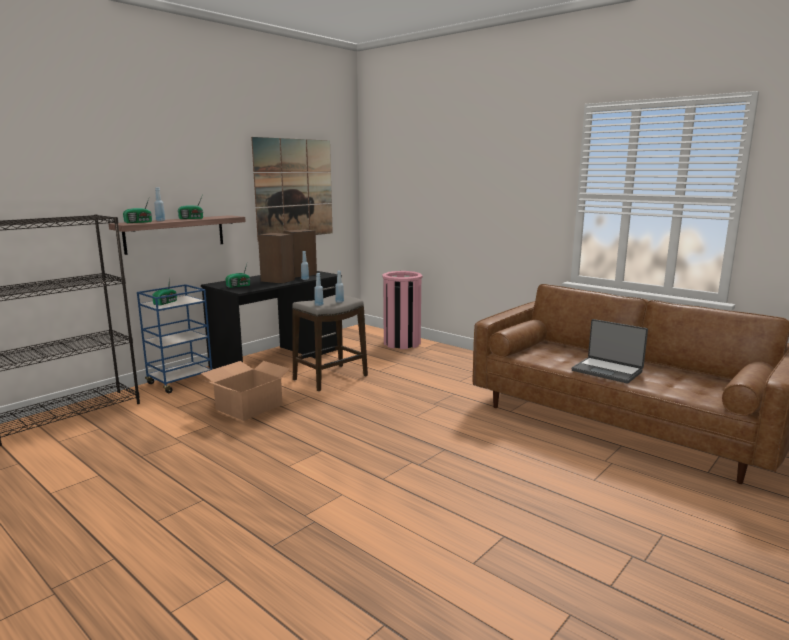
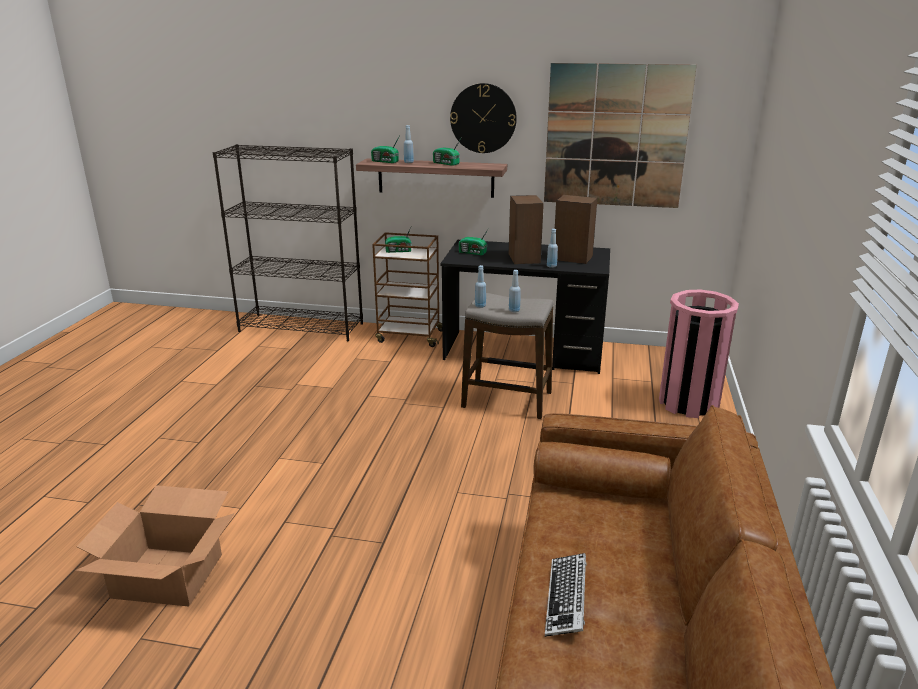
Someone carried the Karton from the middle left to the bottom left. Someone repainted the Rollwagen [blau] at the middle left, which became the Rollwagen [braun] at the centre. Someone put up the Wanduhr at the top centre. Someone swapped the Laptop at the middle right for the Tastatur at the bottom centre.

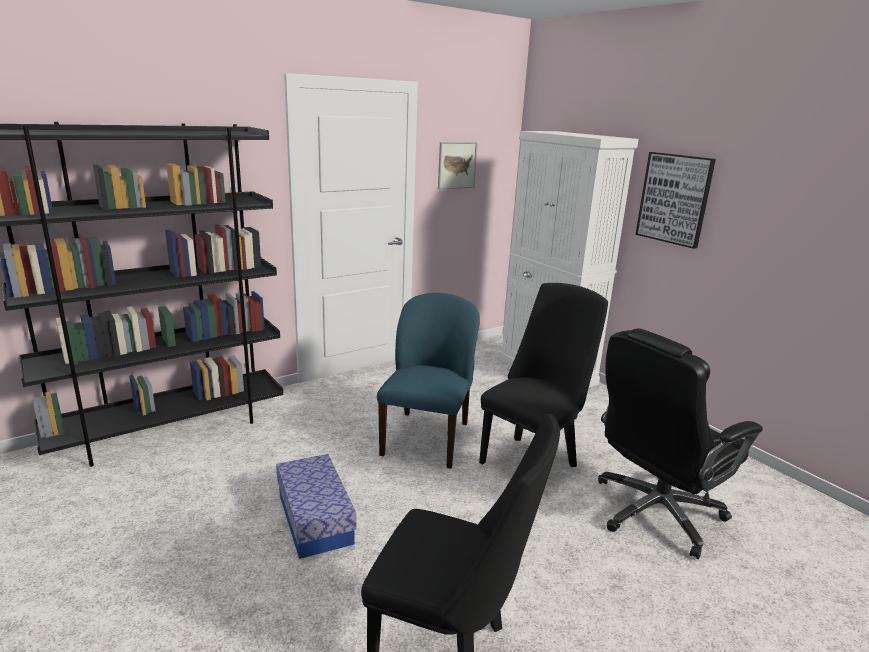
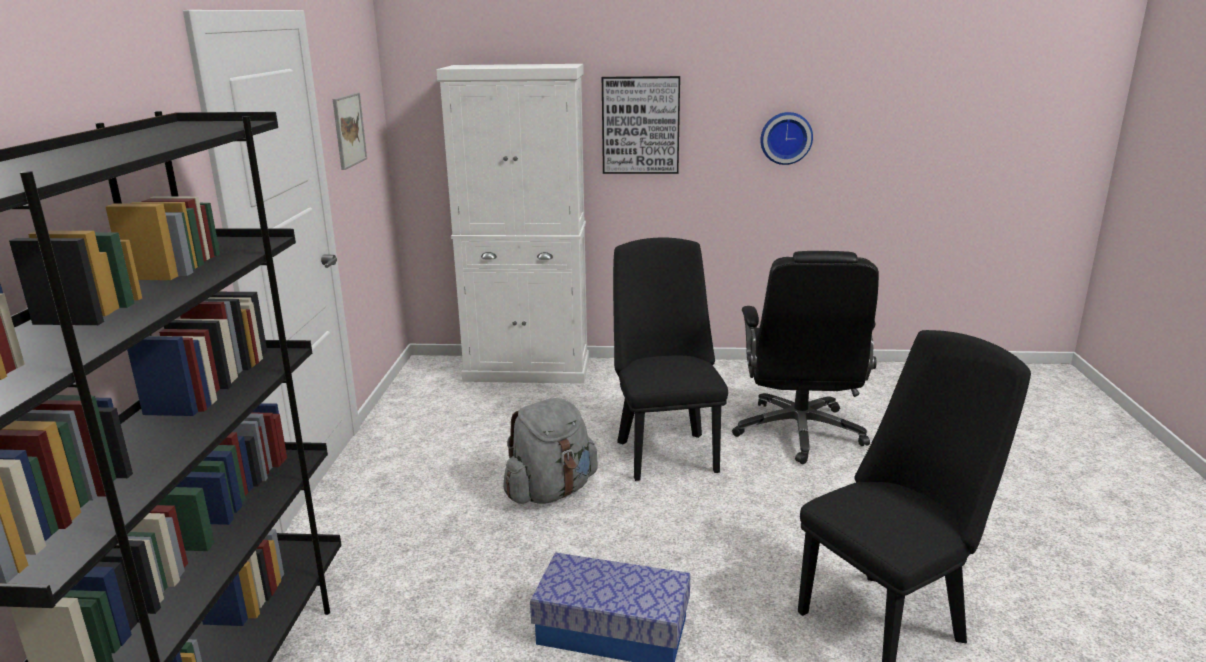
Someone swapped the Stuhl [blau] at the centre for the Rucksack [grau] at the bottom centre. Someone put up the Wanduhr at the top centre.

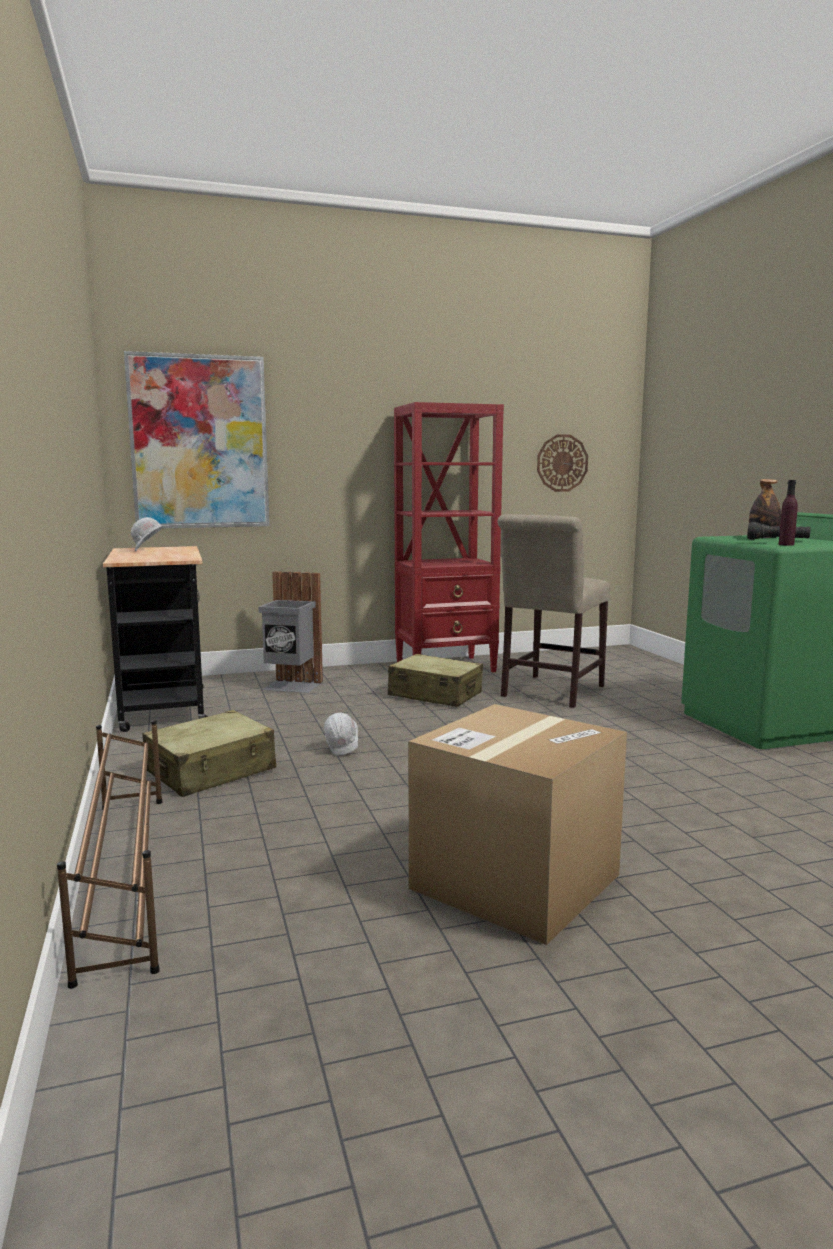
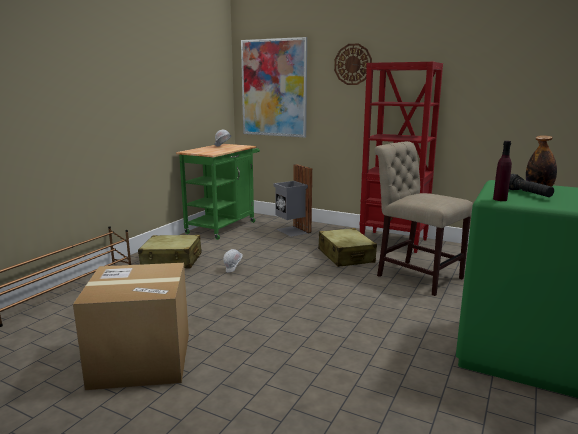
Someone repainted the Rollwagen [schwarz] at the middle left, which became the Rollwagen [grün] at the centre. Someone carried the Wanduhr from the middle right to the top centre. Someone rotated the Stuhl [beige] at the centre by 60 degrees clockwise.

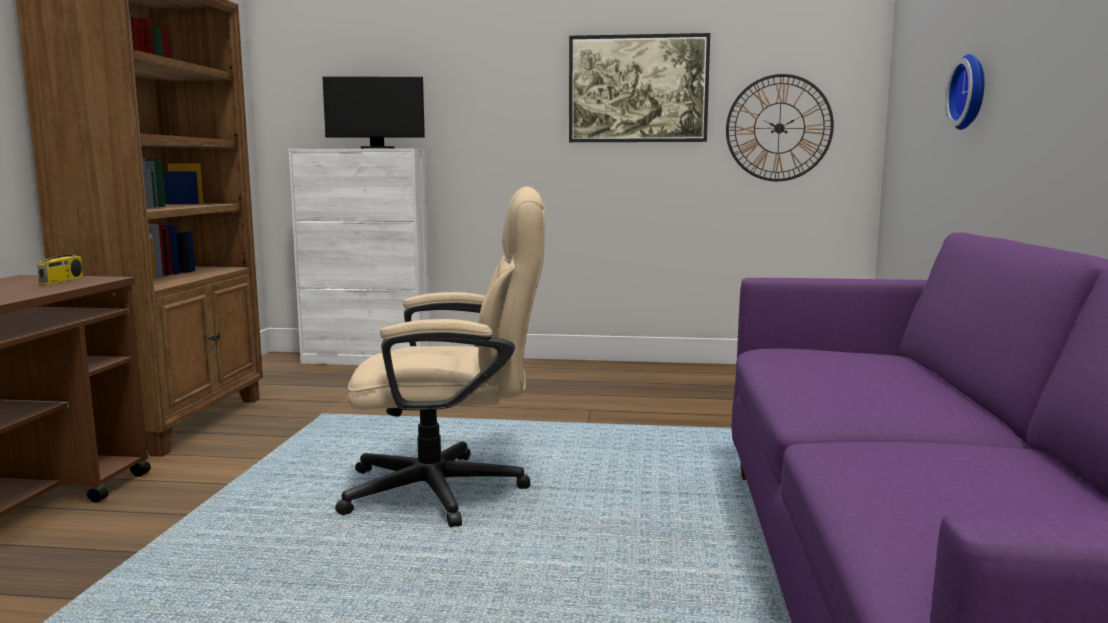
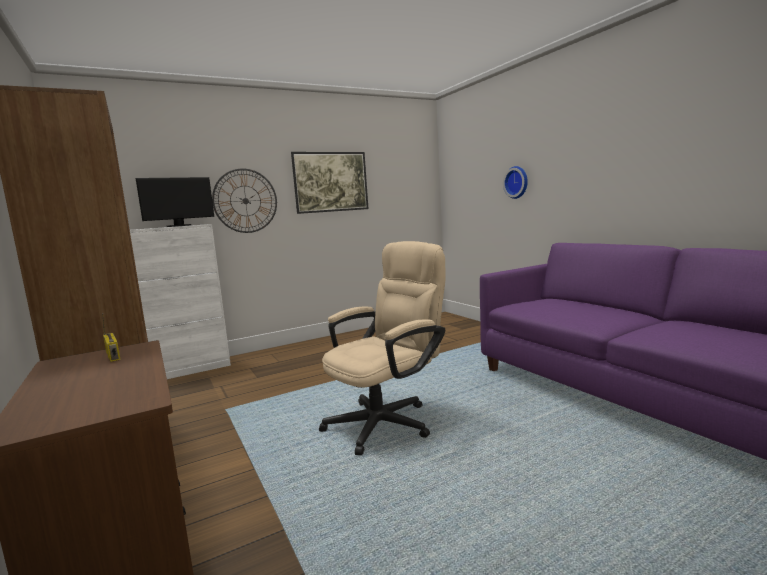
Someone carried the Wanduhr (1st from left) from the top right to the middle left.

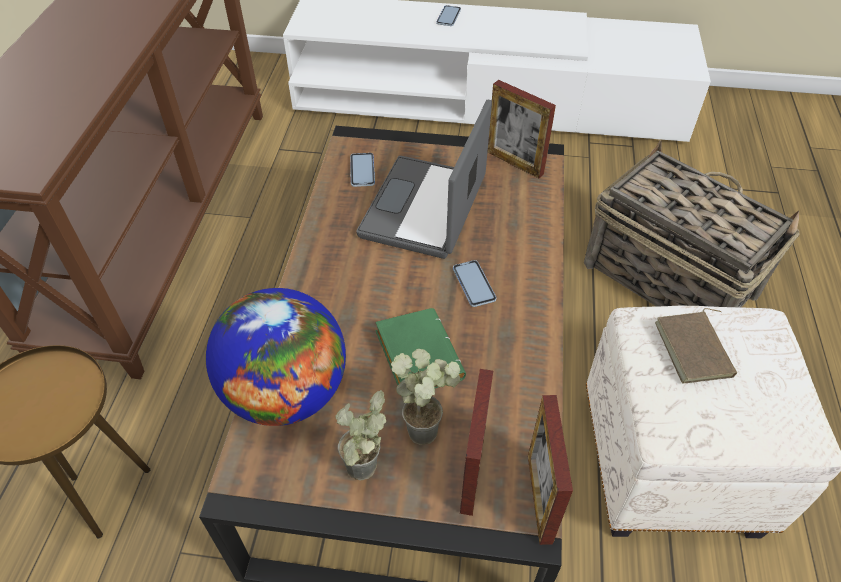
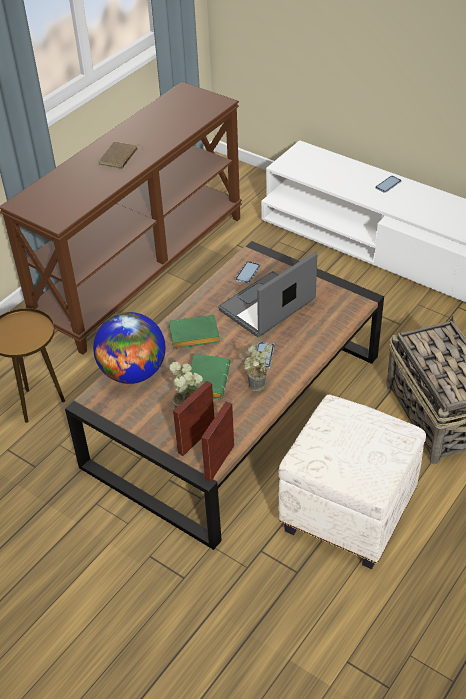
Someone carried the Buch [braun] from the middle right to the top left. Someone put down the Buch [grün] (1st from left) at the centre. Someone carried the Topfpflanze (1st from left in the first image) from the bottom centre to the centre. Someone took away the Bilderrahmen (2nd from left) at the top centre.

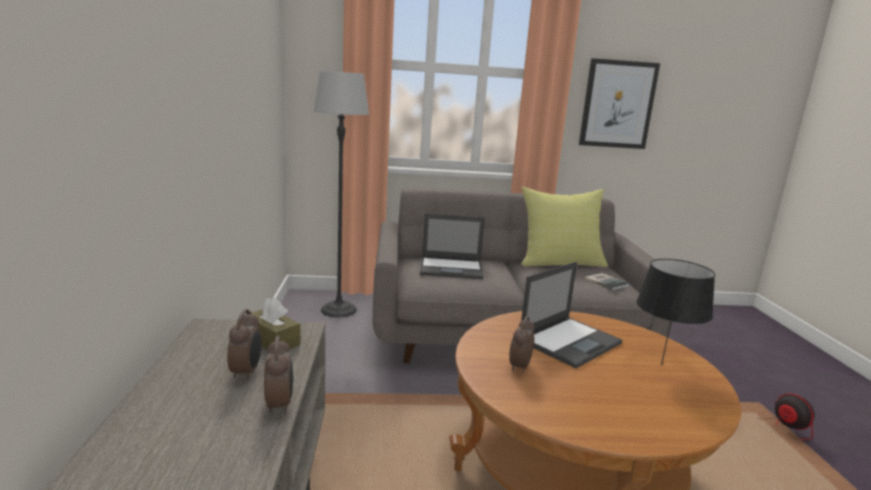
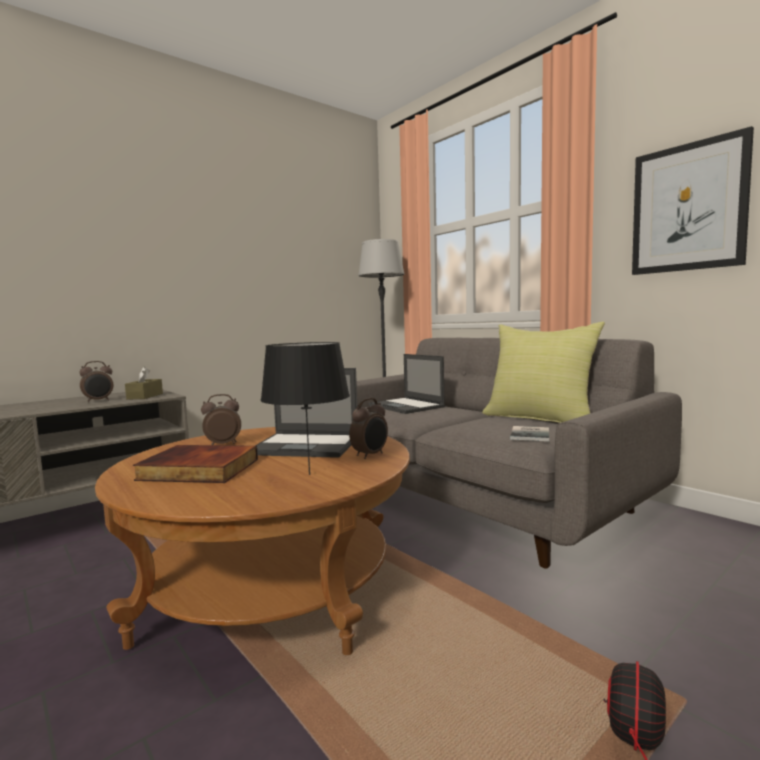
Someone put down the Buch (1st from left) at the middle left. Someone carried the Wecker (2nd from left in the first image) from the bottom left to the centre.

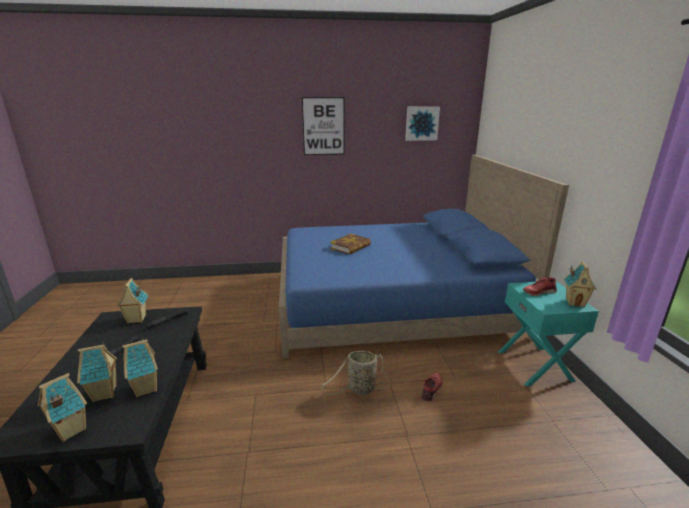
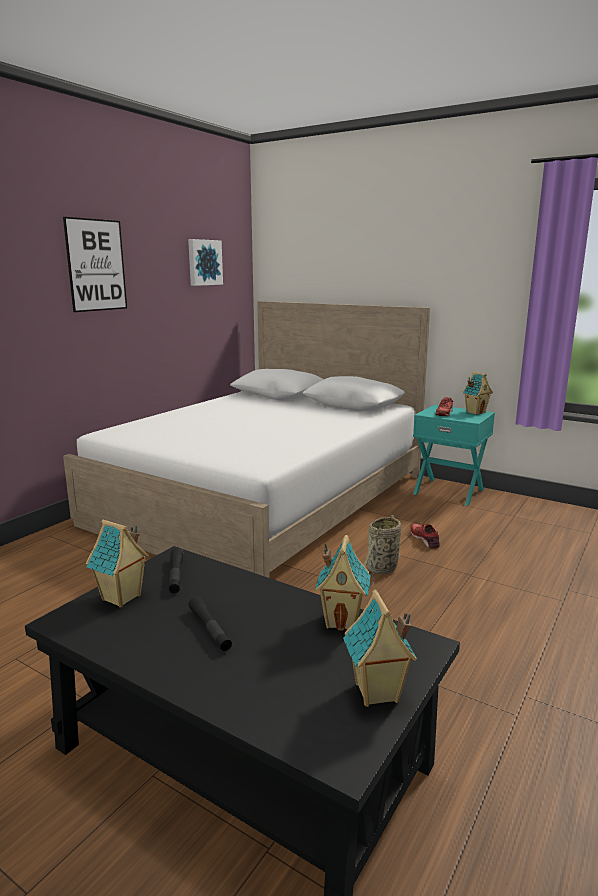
Someone repainted the Bett [blau] at the centre, which became the Bett [weiß] at the centre. Someone took away the Spielzeughaus (2nd from left) at the bottom left. Someone took away the Buch at the centre.

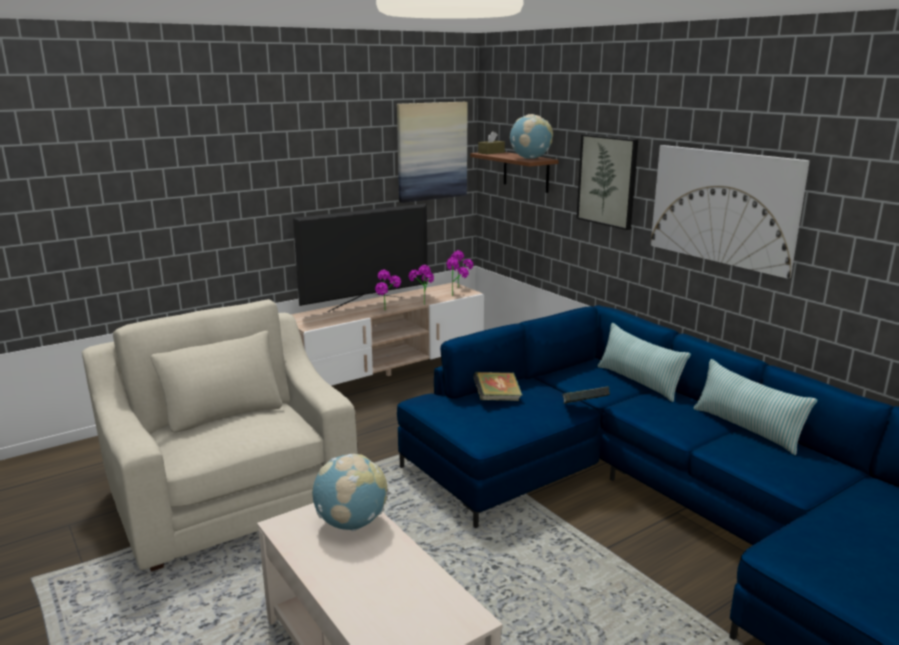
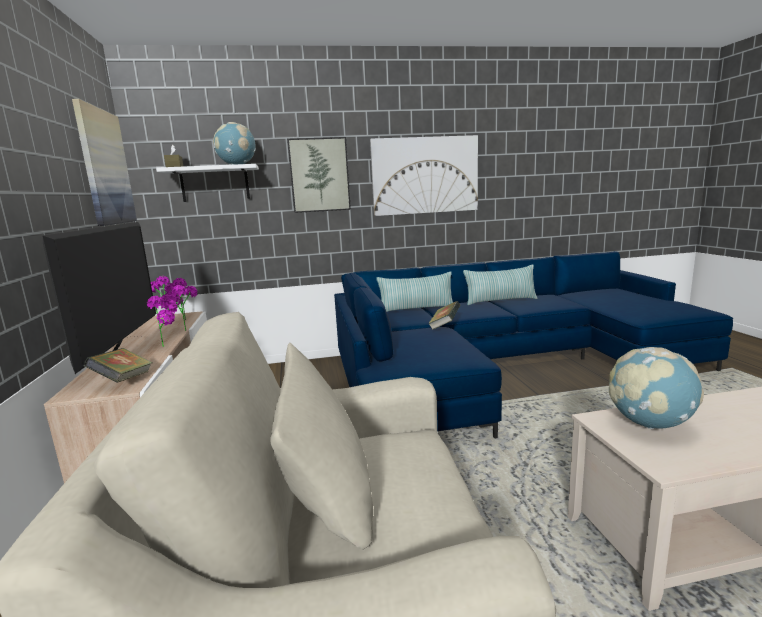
Someone carried the Buch (1st from left) from the centre to the middle left. Someone repainted the Wandregal [braun] at the top centre, which became the Wandregal [weiß] at the top left.

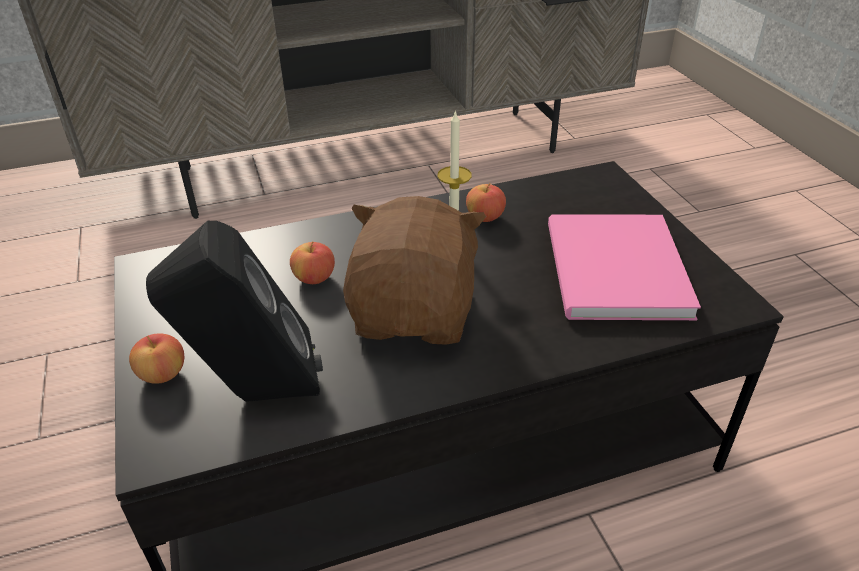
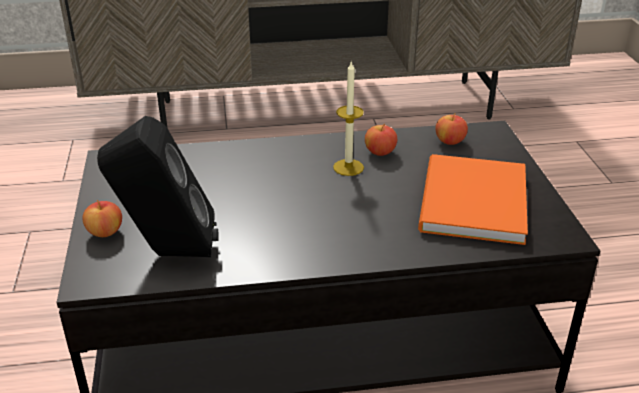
Someone repainted the Buch [rosa] at the middle right, which became the Buch [orange] at the middle right. Someone carried the Apfel (2nd from left in the first image) from the centre to the top right. Someone took away the Plüschtier [braun] at the centre.

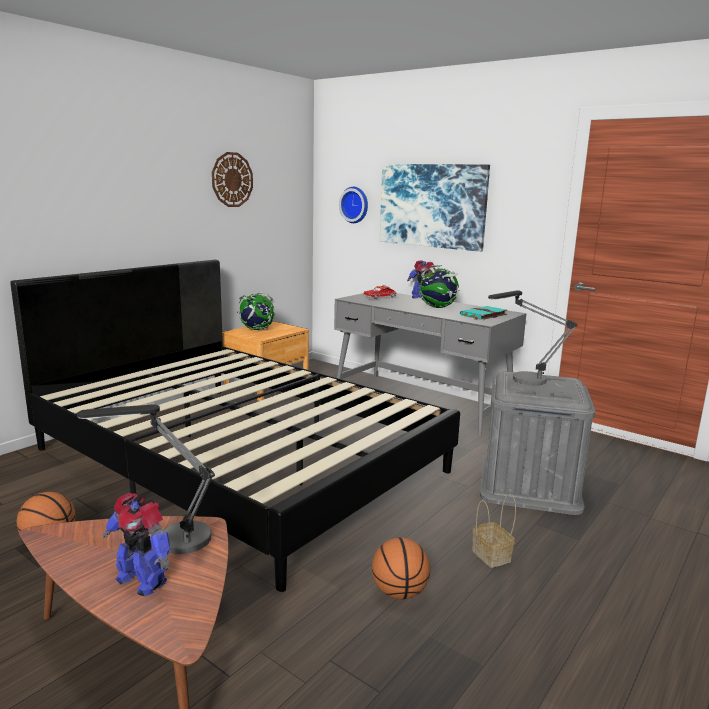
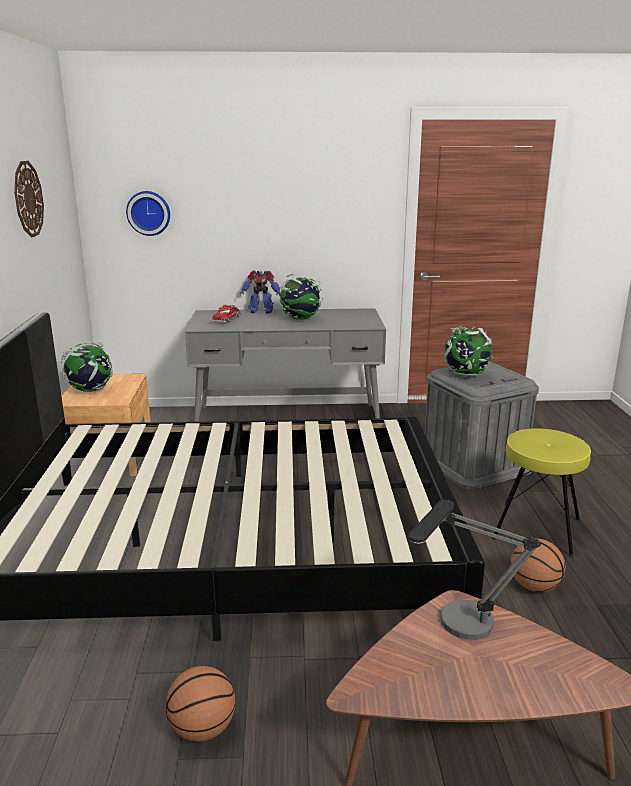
Someone swapped the Tischlampe (2nd from left) at the middle right for the Globus (3rd from left) at the middle right. Someone swapped the Korb at the bottom right for the Hocker [gelb] at the middle right. Someone took away the Spielzeugroboter (1st from left) at the bottom left. Someone took away the Bild at the top centre. Someone took away the Buch [türkis] at the middle right.

